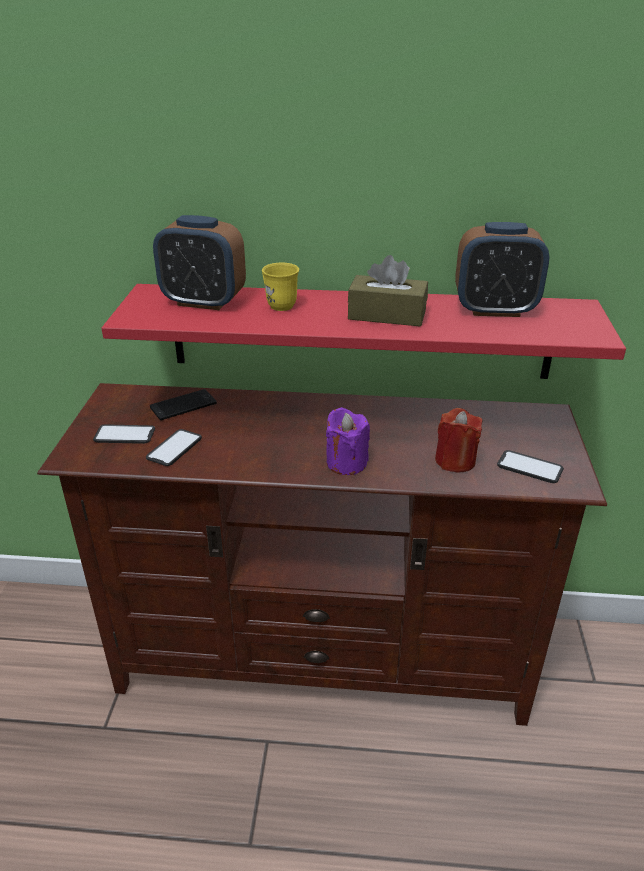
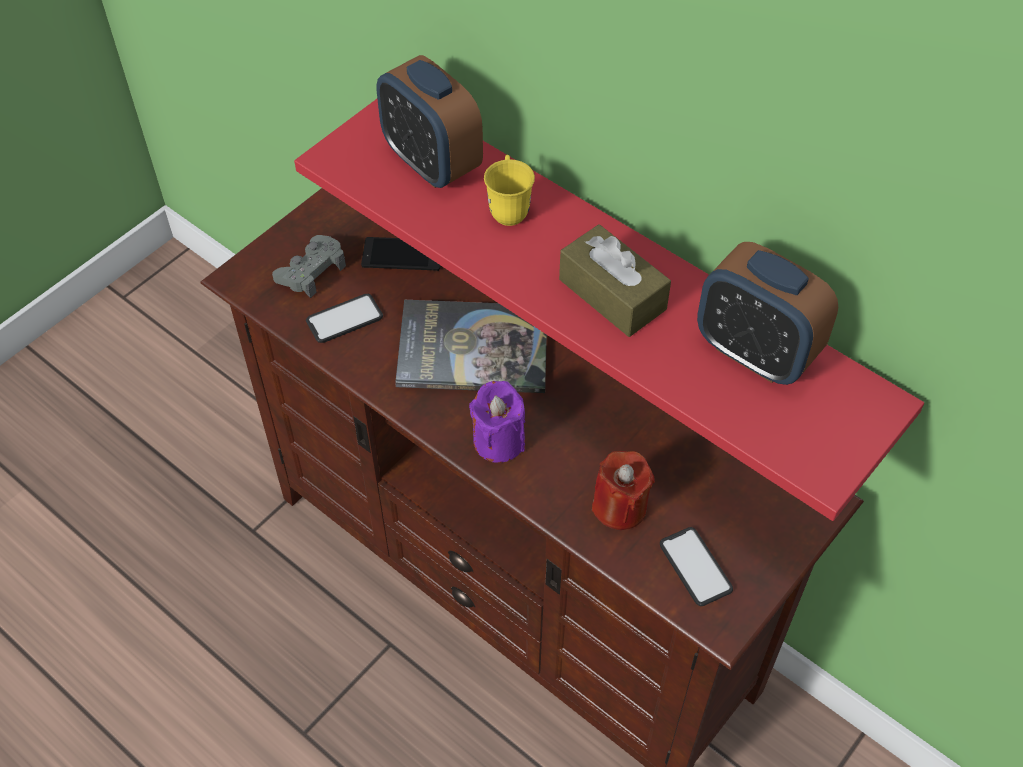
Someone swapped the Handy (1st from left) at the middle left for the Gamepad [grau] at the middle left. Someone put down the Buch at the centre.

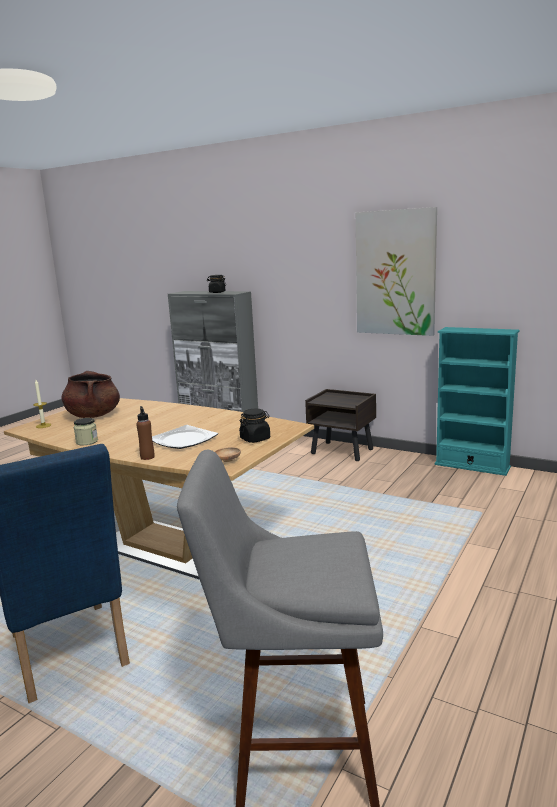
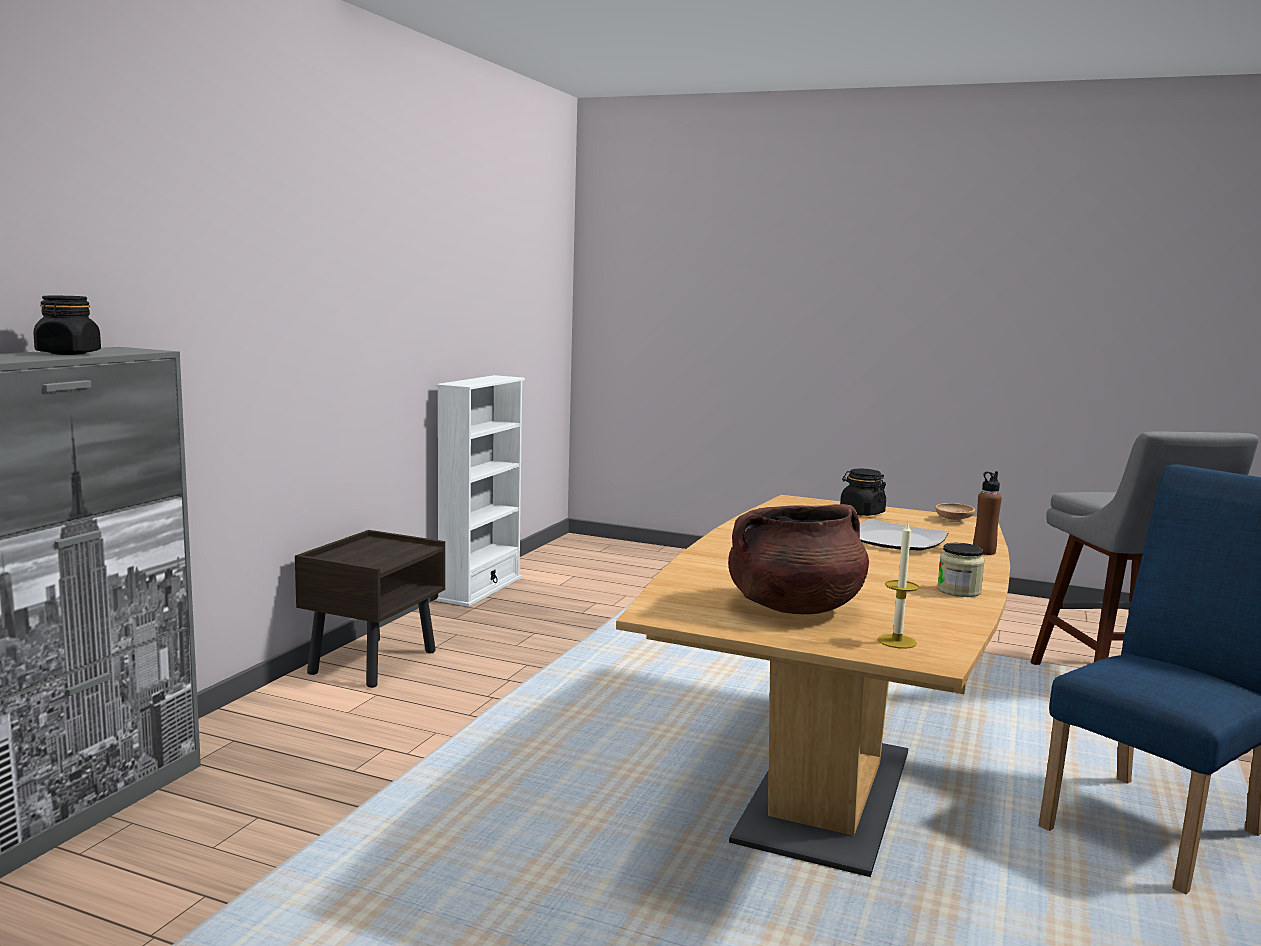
Someone repainted the Bücherregal [türkis] at the middle right, which became the Bücherregal [weiß] at the centre. Someone took away the Bild at the middle right.

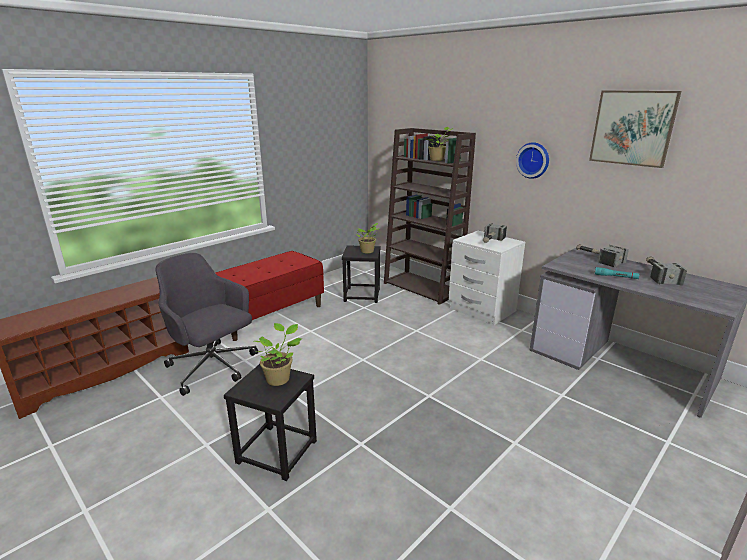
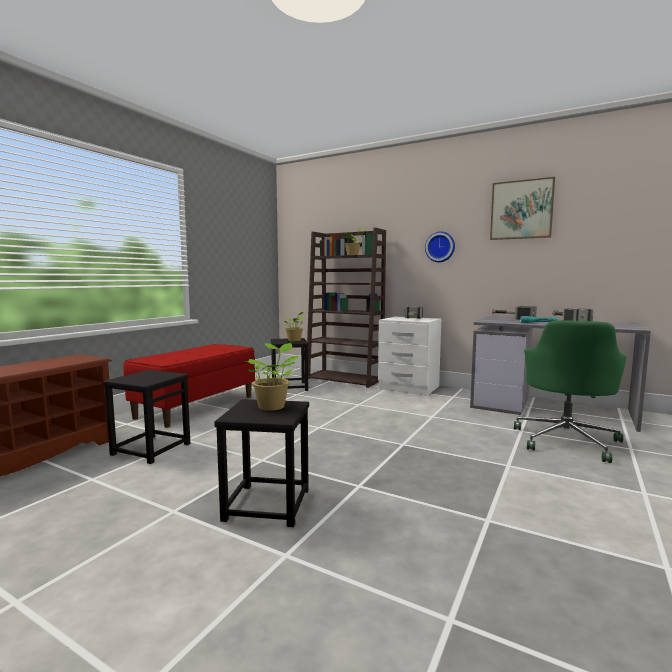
Someone swapped the Bürostuhl [grau] at the middle left for the Hocker [schwarz] (1st from left) at the middle left. Someone put down the Bürostuhl [grün] at the middle right.

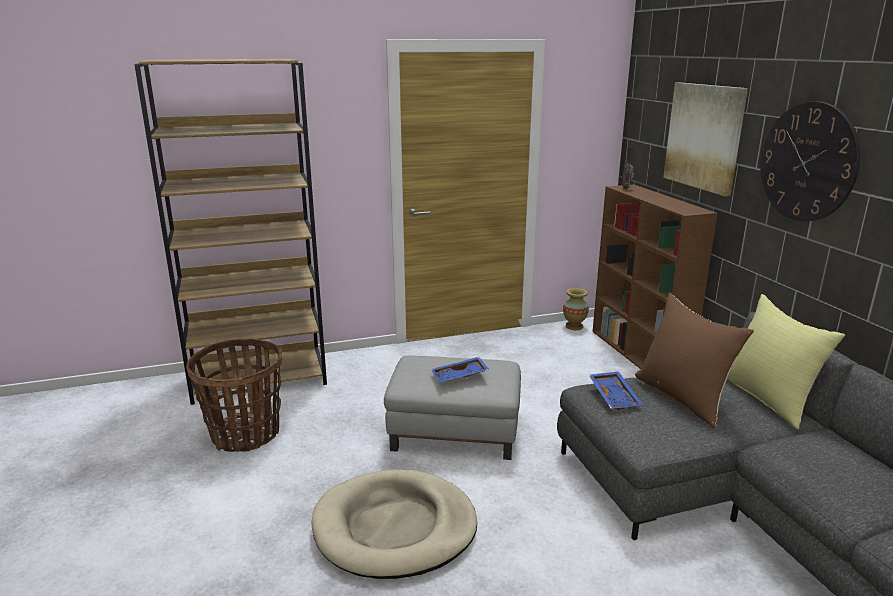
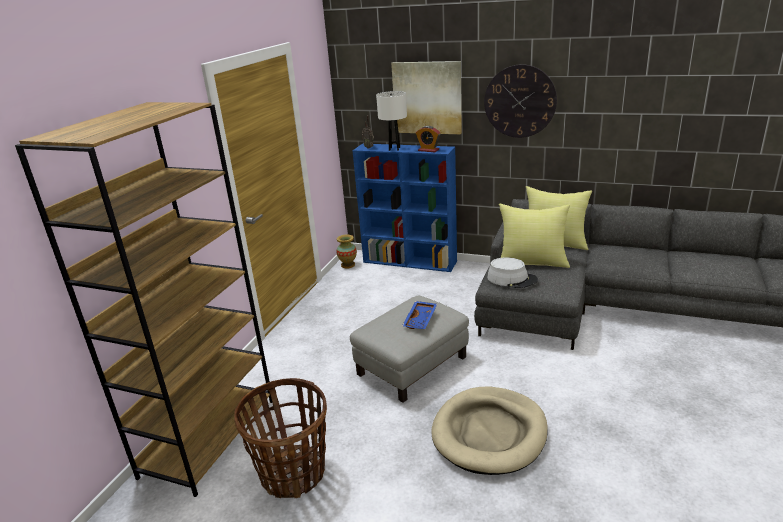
Someone repainted the Bücherregal [braun] (2nd from left) at the middle right, which became the Bücherregal [blau] at the centre. Someone put down the Tischlampe [weiß] at the top centre. Someone put down the Wecker at the top centre. Someone swapped the Tablett [blau] (2nd from left) at the middle right for the Hut [grau] at the centre. Someone repainted the Kissen [braun] at the middle right, which became the Kissen [gelb] (1st from left) at the middle right.

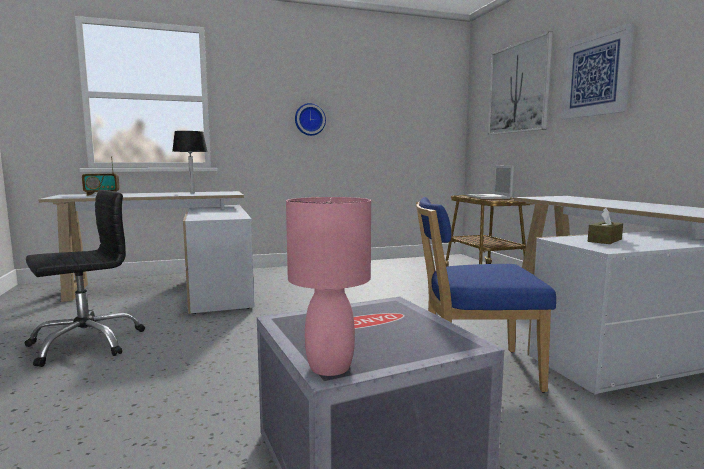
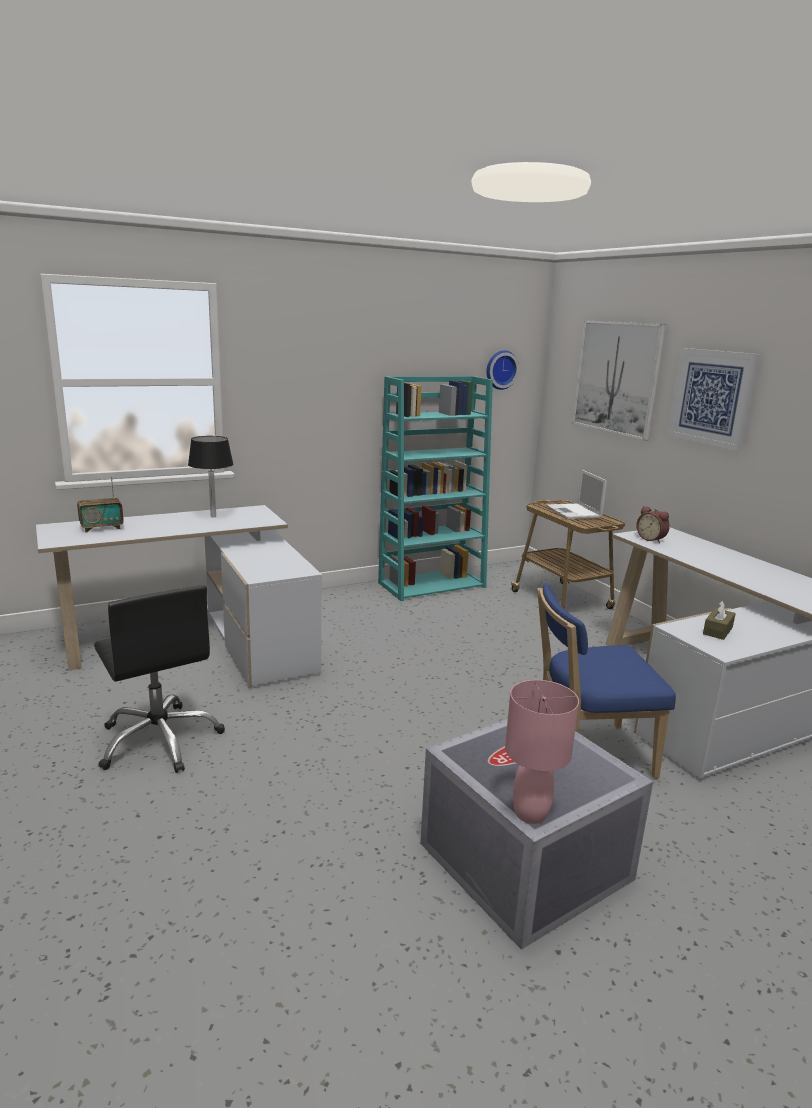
Someone rotated the Bürostuhl [schwarz] at the middle left by 105 degrees clockwise. Someone put down the Bücherregal [türkis] at the centre. Someone carried the Wanduhr from the top centre to the centre. Someone put down the Wecker at the middle right.

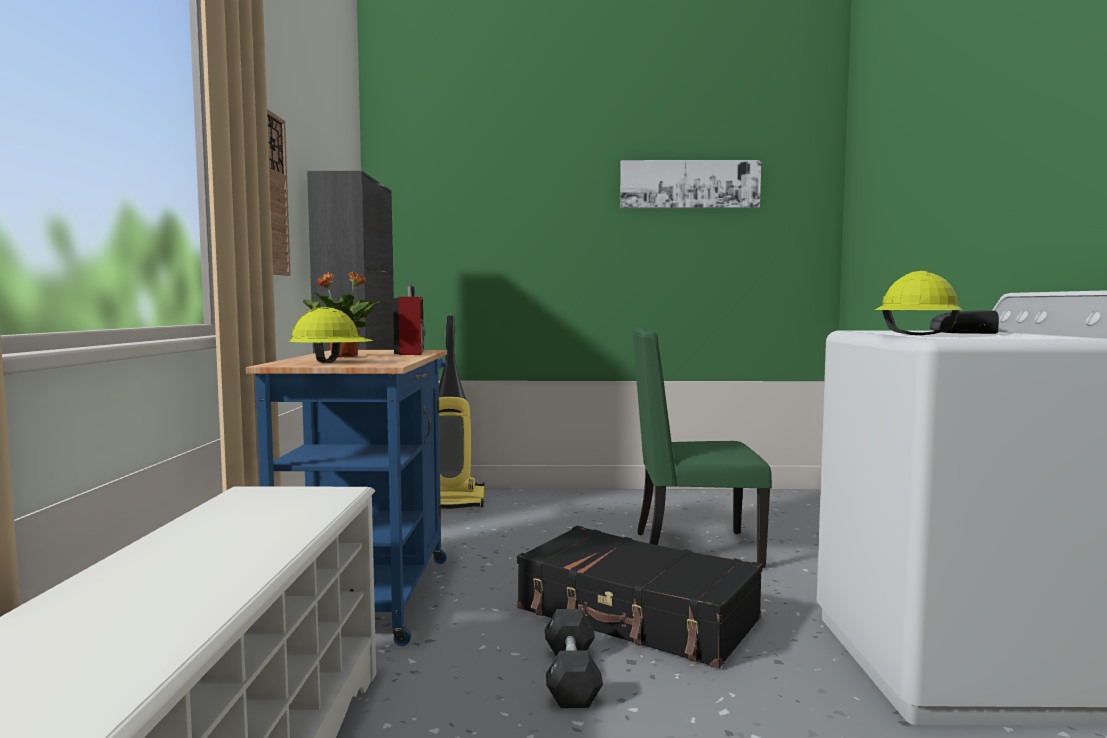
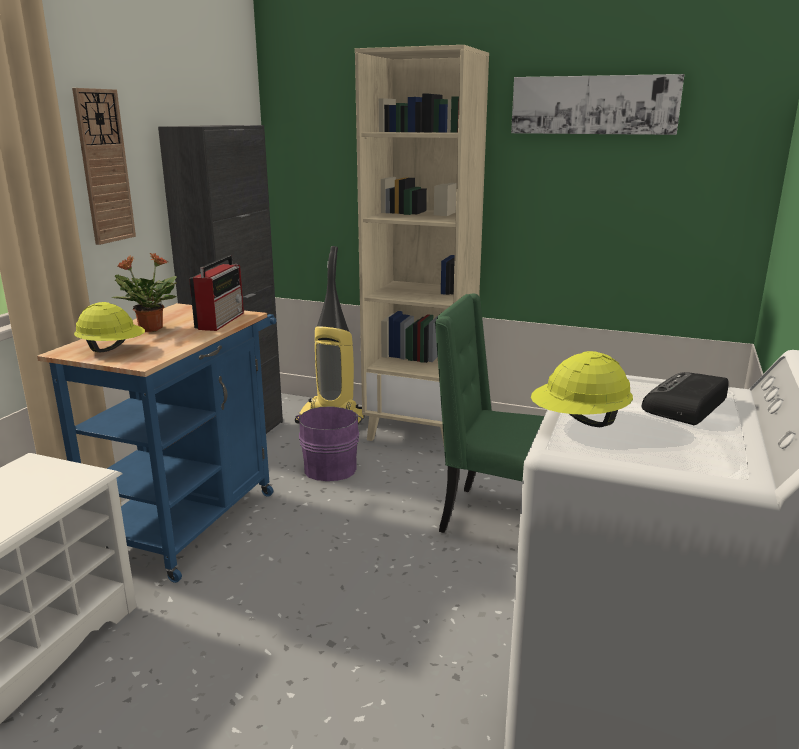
Someone put down the Eimer [lila] at the centre. Someone put down the Bücherregal [beige] at the top centre. Someone took away the Koffer [schwarz] at the bottom centre. Someone took away the Hantel [schwarz] at the bottom centre.

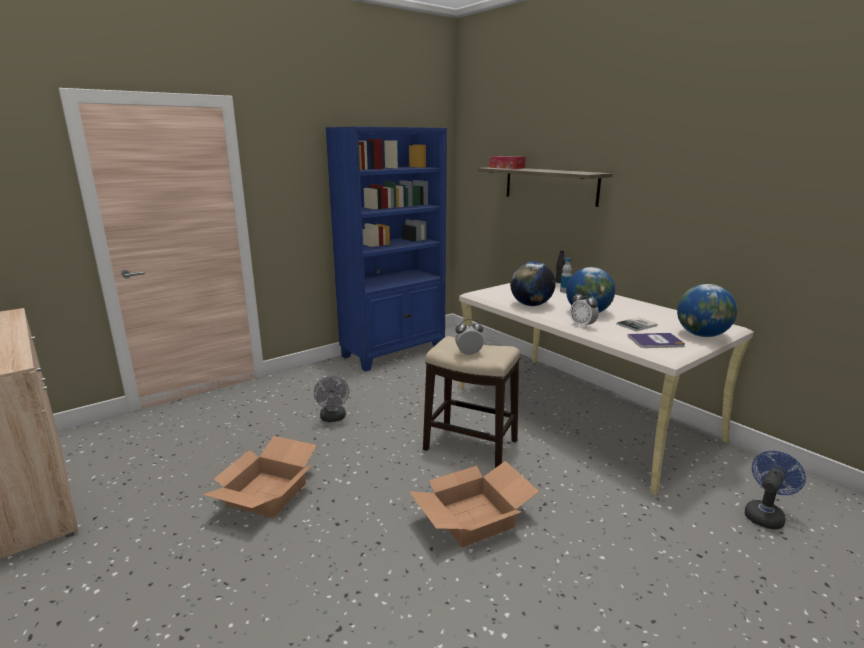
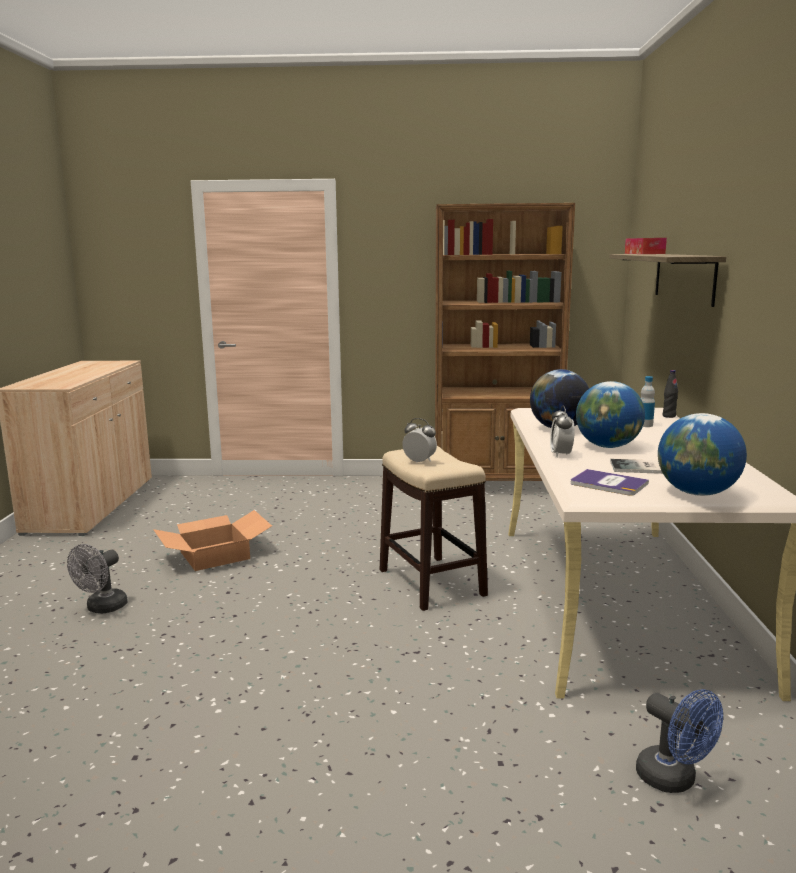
Someone carried the Ventilator [grau] from the centre to the middle left. Someone repainted the Bücherregal [blau] at the centre, which became the Bücherregal [braun] at the centre. Someone rotated the Ventilator [blau] at the bottom right by 60 degrees clockwise. Someone took away the Karton (2nd from left) at the bottom centre.

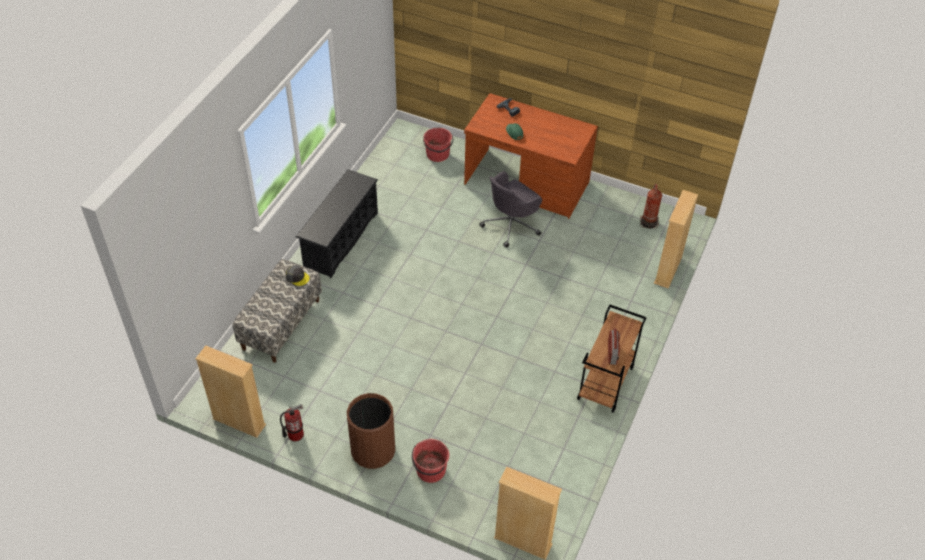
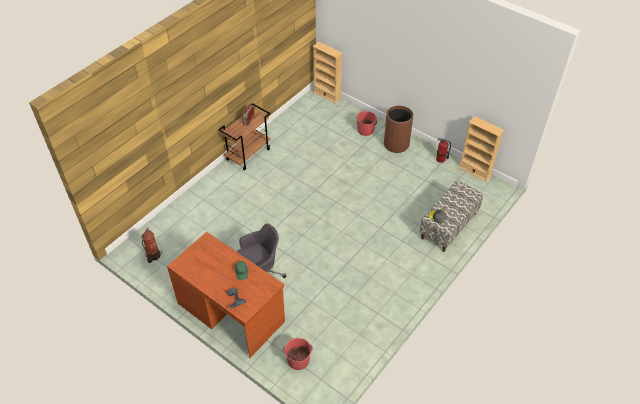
Someone took away the Schuhregal [schwarz] at the centre. Someone took away the Bücherregal [beige] (3rd from left) at the middle right.

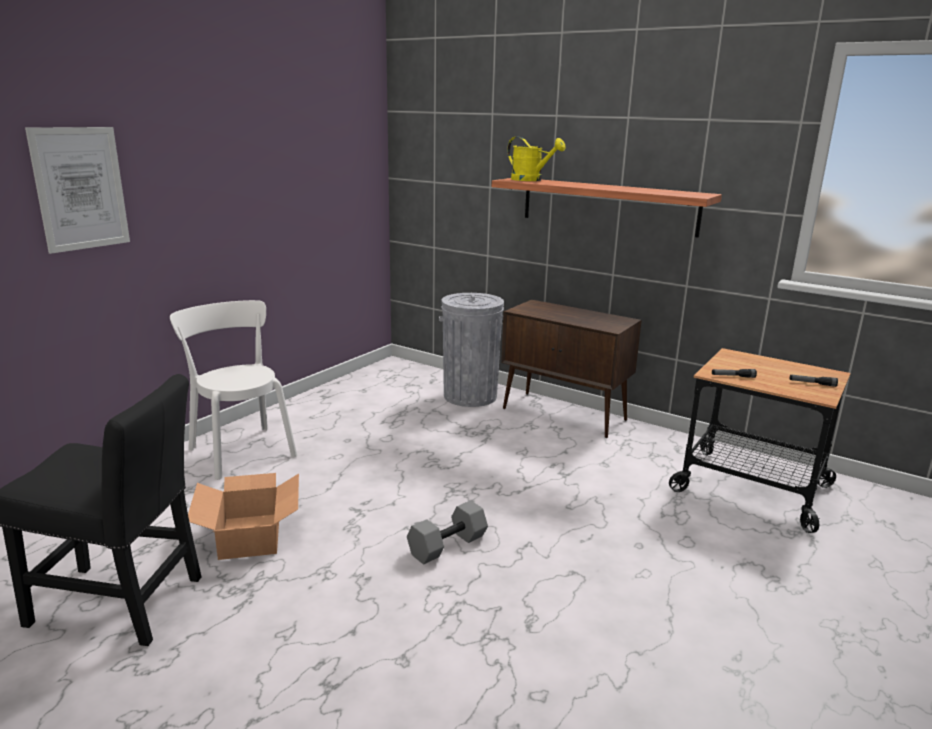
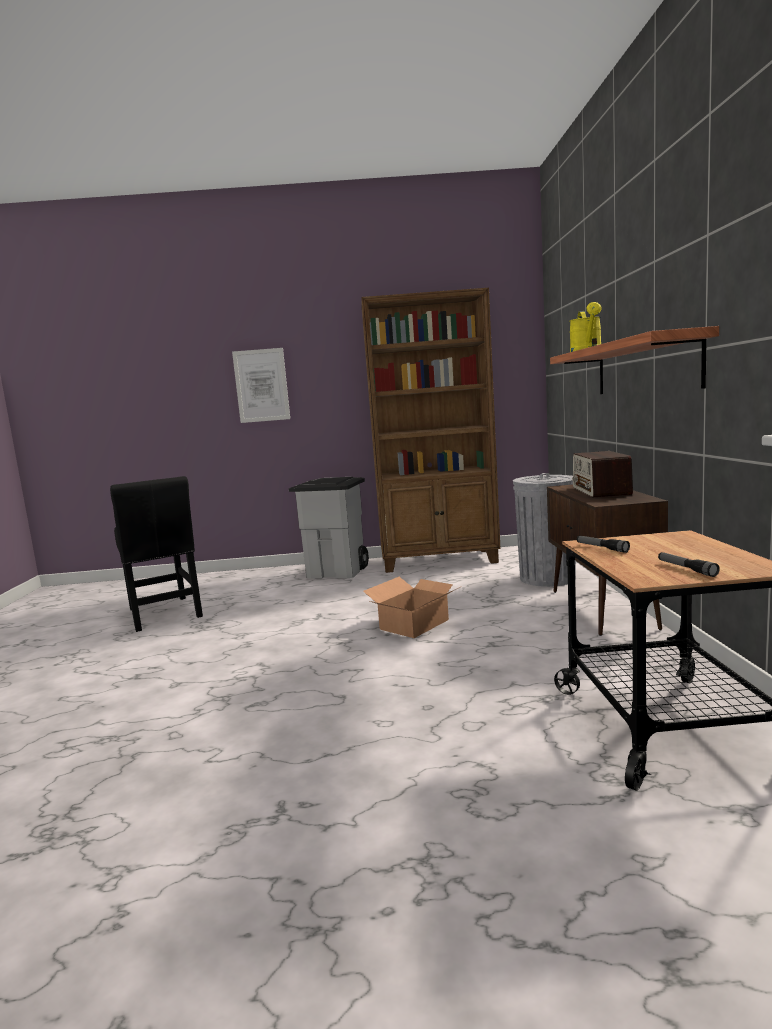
Someone swapped the Stuhl [weiß] at the middle left for the Mülleimer [grau] (1st from left) at the centre. Someone put down the Bücherregal [braun] at the centre. Someone carried the Karton from the bottom left to the centre. Someone put down the Radio at the middle right. Someone took away the Hantel [grau] at the bottom centre.

